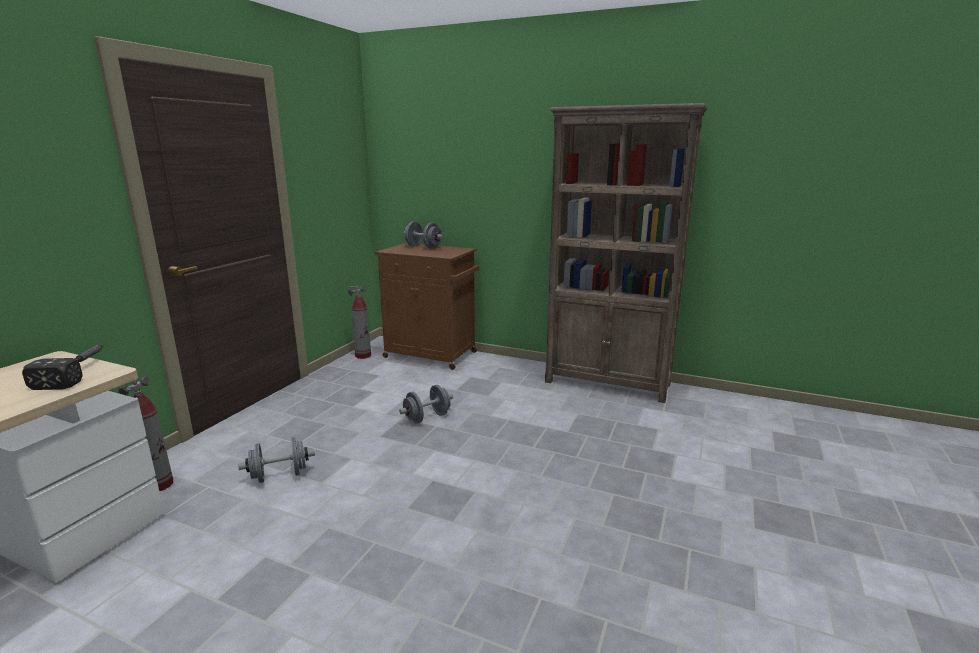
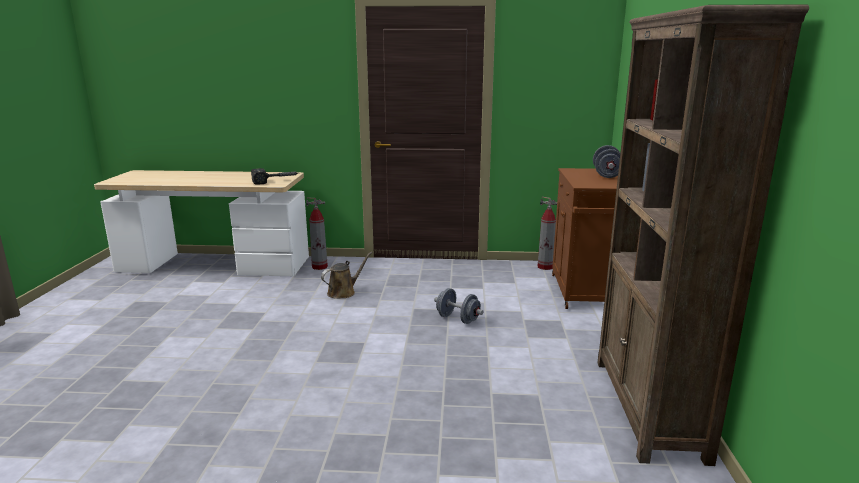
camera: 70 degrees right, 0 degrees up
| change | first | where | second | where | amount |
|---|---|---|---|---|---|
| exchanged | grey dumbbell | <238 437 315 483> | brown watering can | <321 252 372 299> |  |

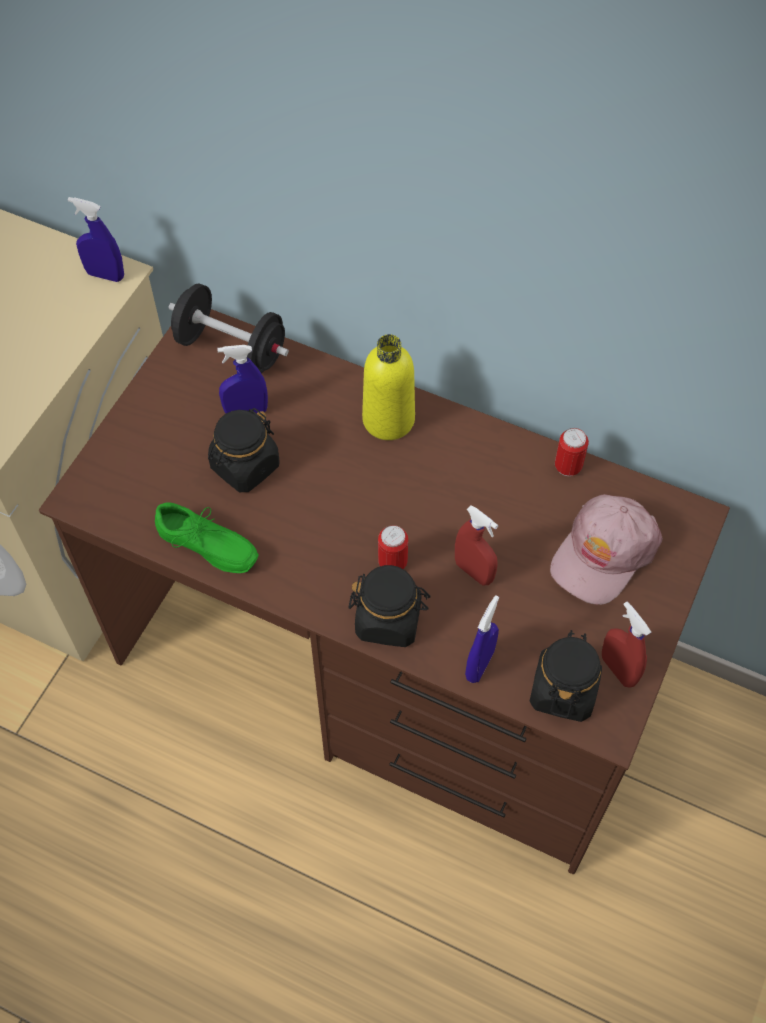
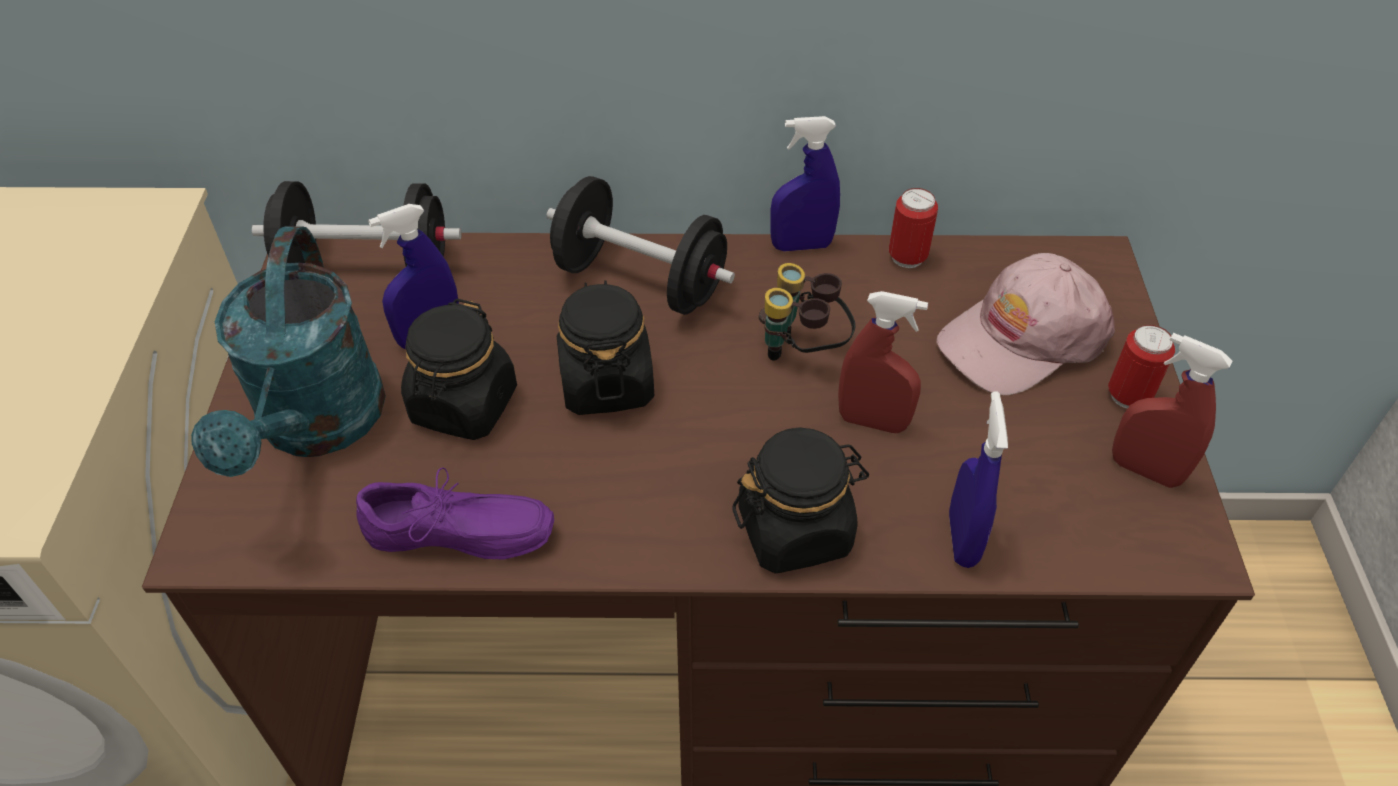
camera: 25 degrees left, 10 degrees down
| change | first | where | second | where | amount |
|---|---|---|---|---|---|
| appeared |  |  | turquoise watering can | <191 226 386 477> |  |
| appeared |  |  | binoculars | <759 263 855 361> |  |
| relocated | blue spray bottle | <68 197 124 282> |  | <770 116 840 252> |  |
| relocated | can | <378 525 408 569> |  | <1108 325 1175 409> |  |
| relocated | black jar | <530 630 602 722> |  | <557 280 654 415> |  |
| exchanged | yellow bottle | <362 334 415 440> | black dumbbell | <547 176 735 315> |  |
| colour | green shoe | <155 502 259 573> | purple shoe | <356 467 554 560> |  |
| spun | pink cap | <550 494 663 605> |  | <936 253 1115 395> | 45 degrees clockwise |

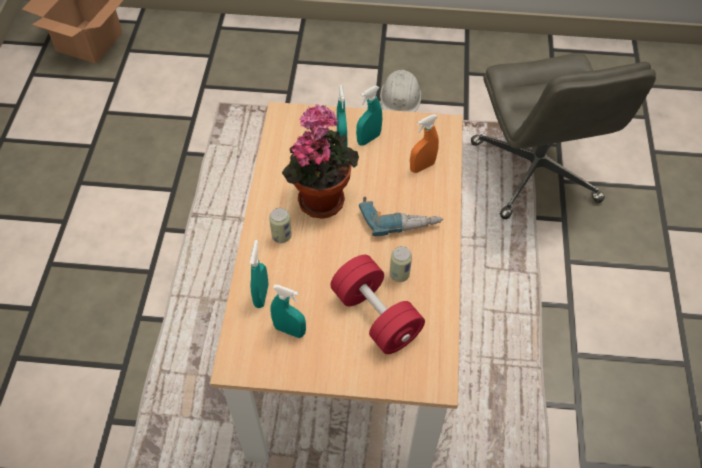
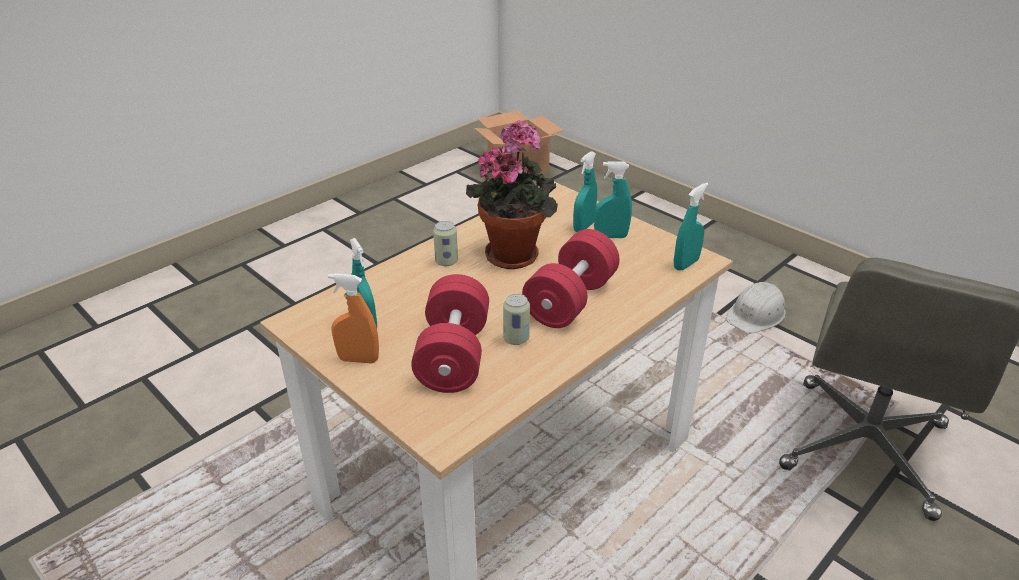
camera: 40 degrees right, 20 degrees down
| change | first | where | second | where | amount |
|---|---|---|---|---|---|
| relocated | turquoise spray bottle | <249 240 268 308> |  | <674 182 709 271> |  |
| relocated | orange spray bottle | <410 114 439 173> |  | <328 273 379 364> |  |
| exchanged | power drill | <359 197 443 236> | red dumbbell | <522 229 619 328> |  |

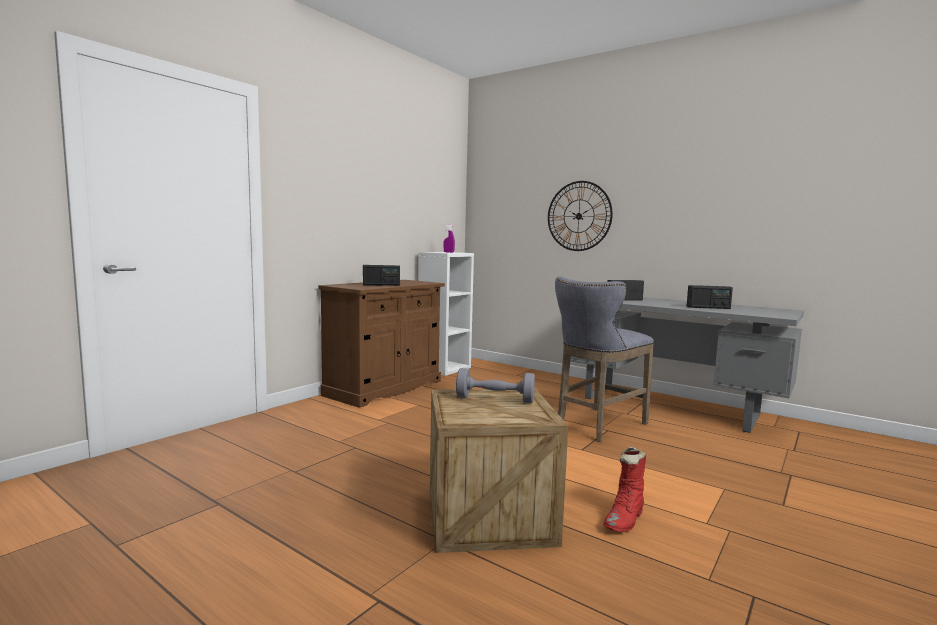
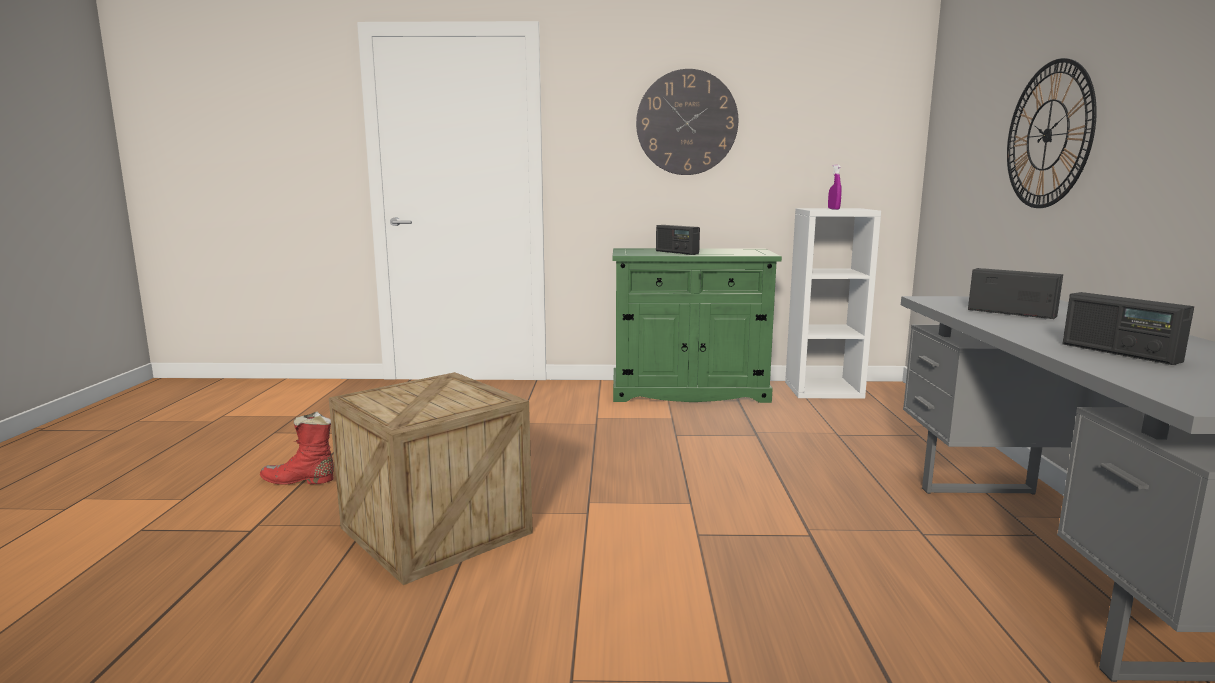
camera: 55 degrees right, 5 degrees up
| change | first | where | second | where | amount |
|---|---|---|---|---|---|
| missing | grey dumbbell | <456 368 535 403> |  |  |  |
| missing | grey stool | <555 277 654 442> |  |  |  |
| appeared |  |  | wall clock | <636 69 738 175> |  |
| relocated | red boot | <603 446 646 532> |  | <260 411 334 484> |  |
| colour | brown cabinet | <318 280 445 408> | green cabinet | <613 248 782 403> |  |

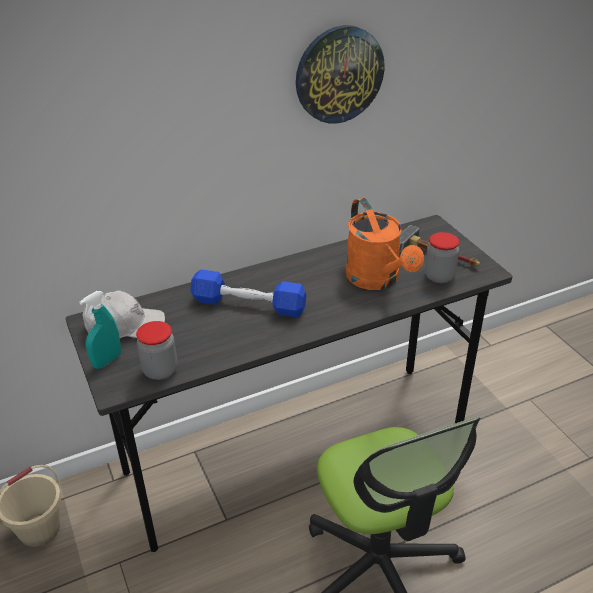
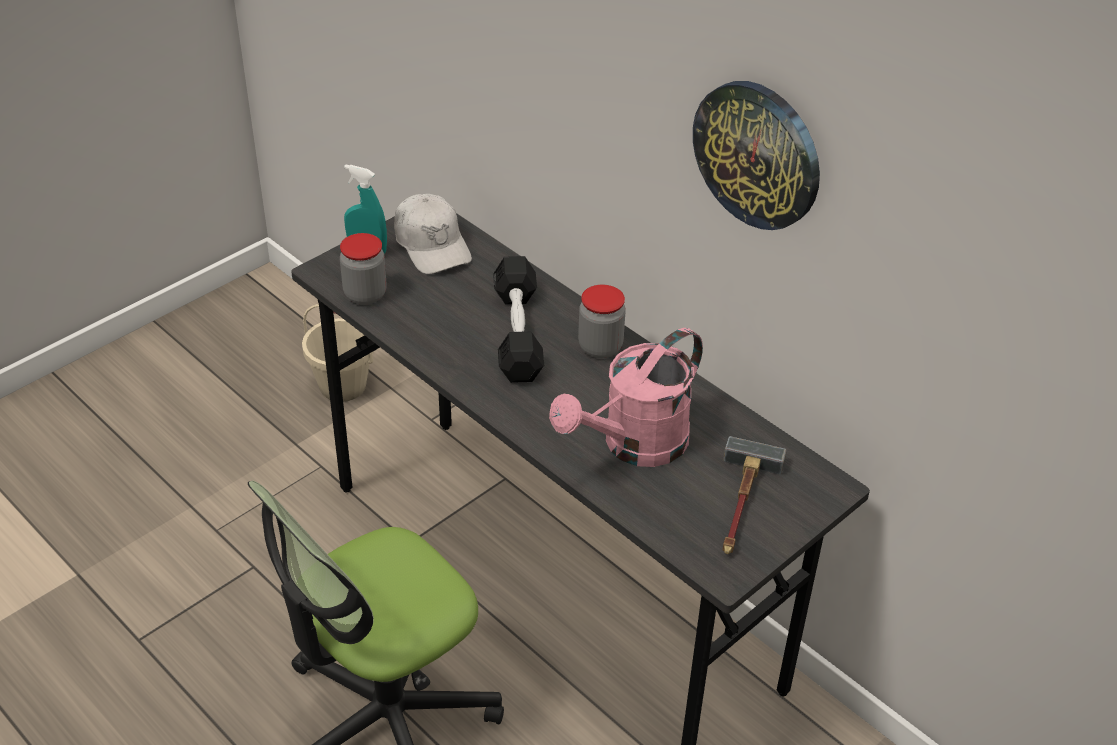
camera: 70 degrees right, 5 degrees up
| change | first | where | second | where | amount |
|---|---|---|---|---|---|
| relocated | jar | <425 232 459 283> |  | <578 284 626 358> |  |
| colour | blue dumbbell | <190 269 306 318> | black dumbbell | <493 256 544 383> |  |
| colour | orange watering can | <346 198 424 290> | pink watering can | <549 328 703 467> |  |

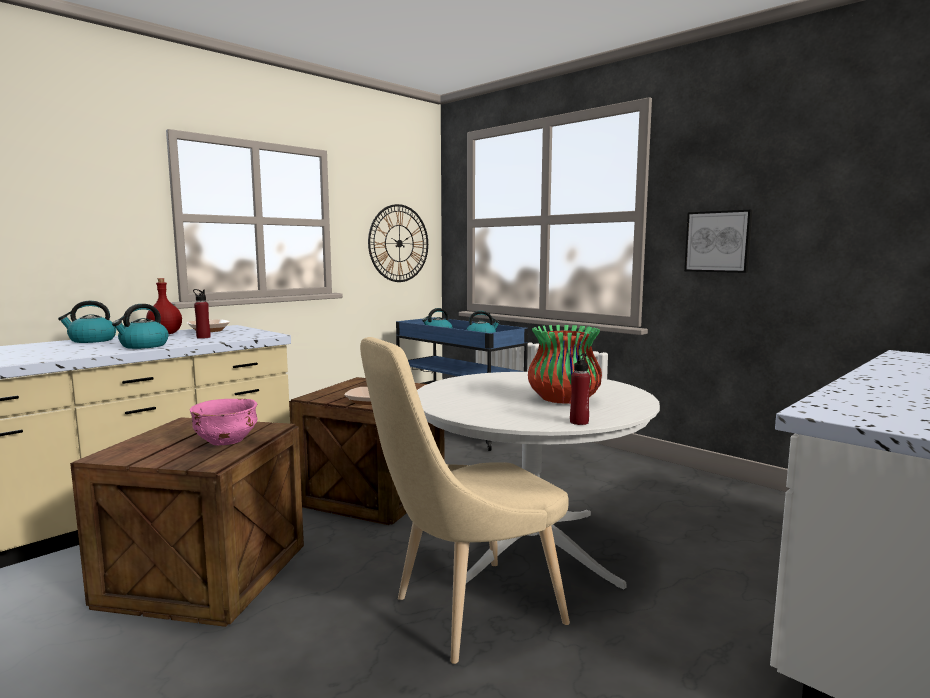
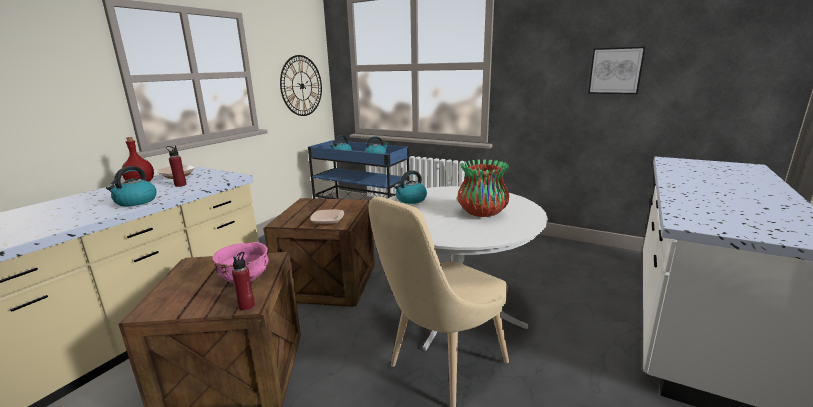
camera: 15 degrees left, 10 degrees up
| change | first | where | second | where | amount |
|---|---|---|---|---|---|
| relocated | kettle | <58 301 116 343> |  | <394 170 427 204> |  |
| relocated | red bottle | <570 353 590 425> |  | <232 252 255 310> |  |
| relocated | picture | <684 210 752 273> |  | <588 47 645 94> |  |

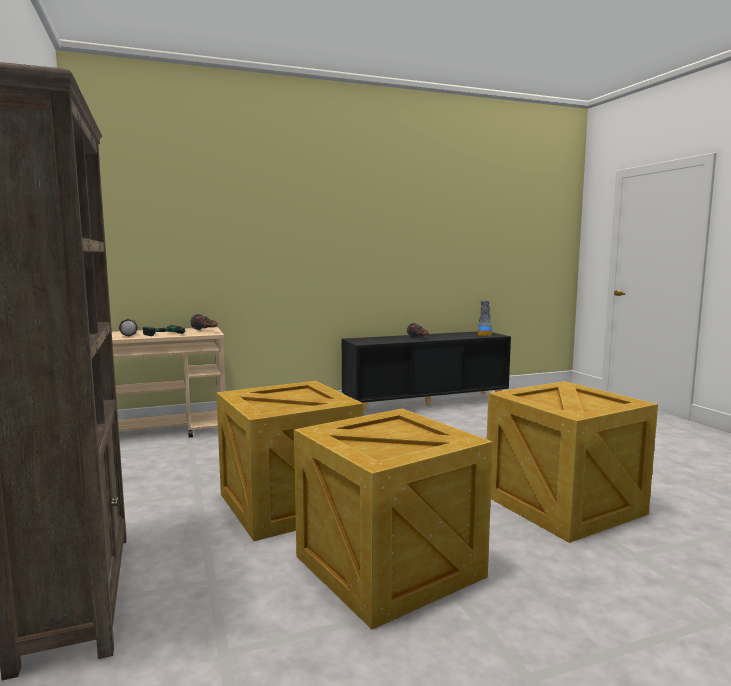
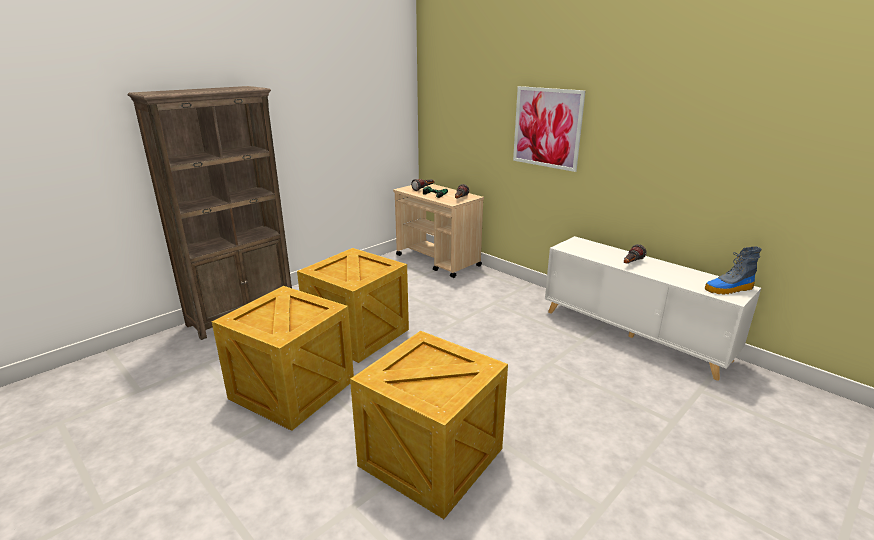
camera: 65 degrees right, 15 degrees up
| change | first | where | second | where | amount |
|---|---|---|---|---|---|
| appeared |  |  | picture | <513 86 586 172> |  |
| colour | black cabinet | <341 331 511 413> | white cabinet | <545 236 761 381> |  |

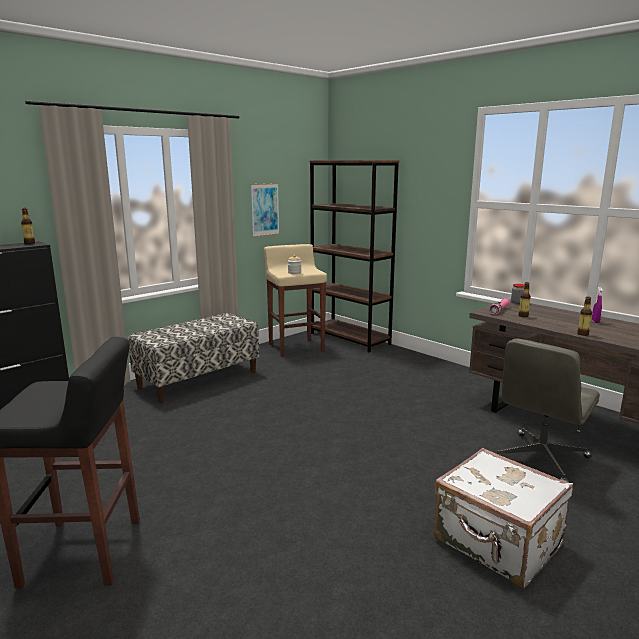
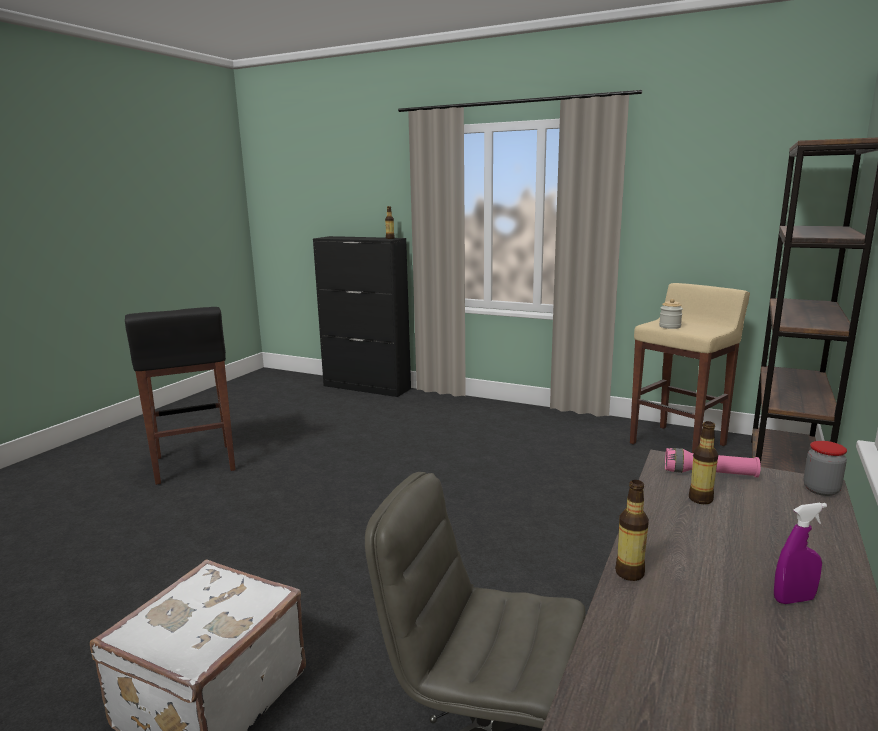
camera: 70 degrees right, 0 degrees up
| change | first | where | second | where | amount |
|---|---|---|---|---|---|
| missing | bench | <128 313 259 403> |  |  |  |
| missing | picture | <251 183 280 237> |  |  |  |

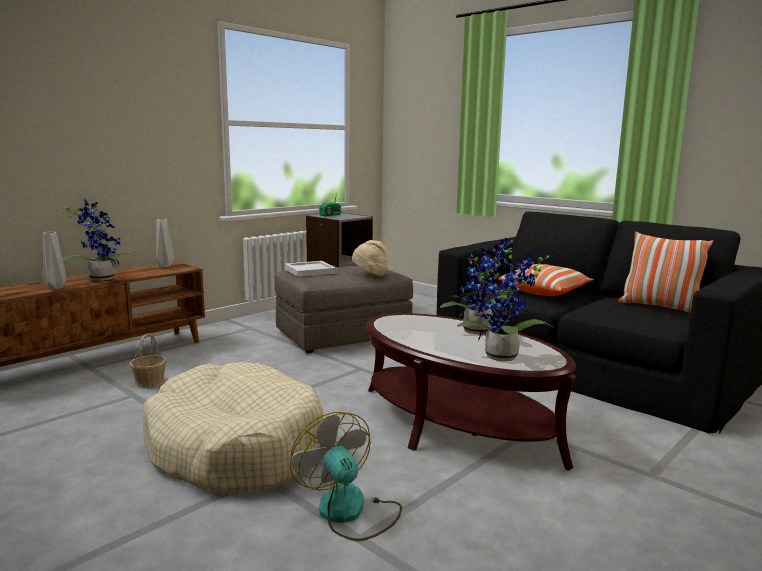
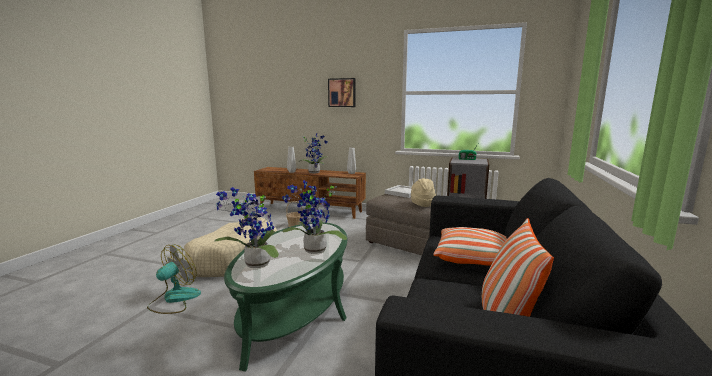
camera: 65 degrees right, 0 degrees up
| change | first | where | second | where | amount |
|---|---|---|---|---|---|
| appeared |  |  | picture | <328 78 355 107> |  |
| colour | brown coffee table | <366 313 576 471> | green coffee table | <224 222 347 371> |  |

